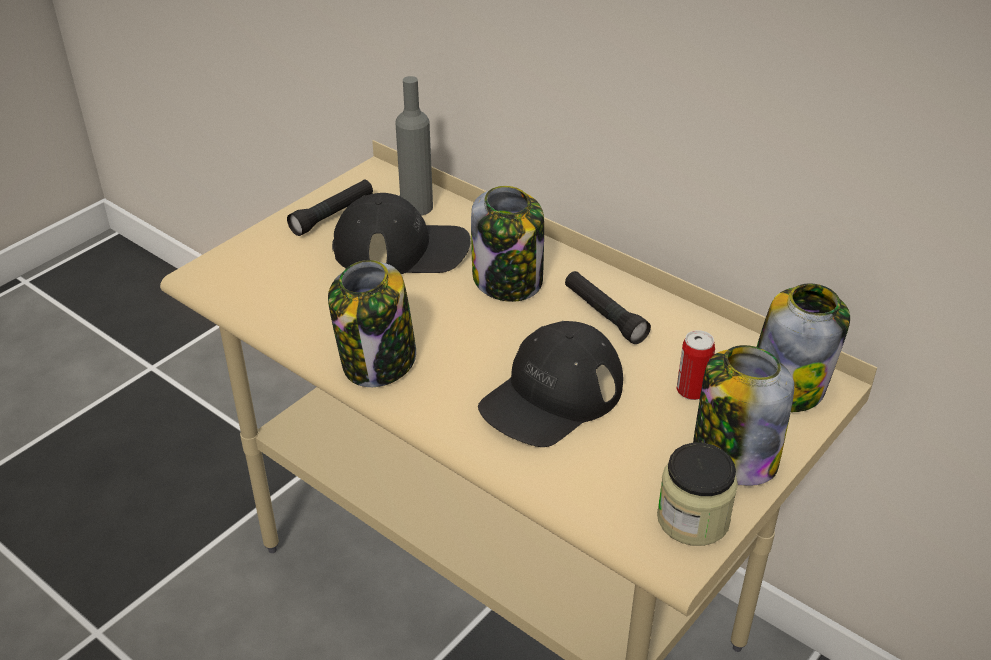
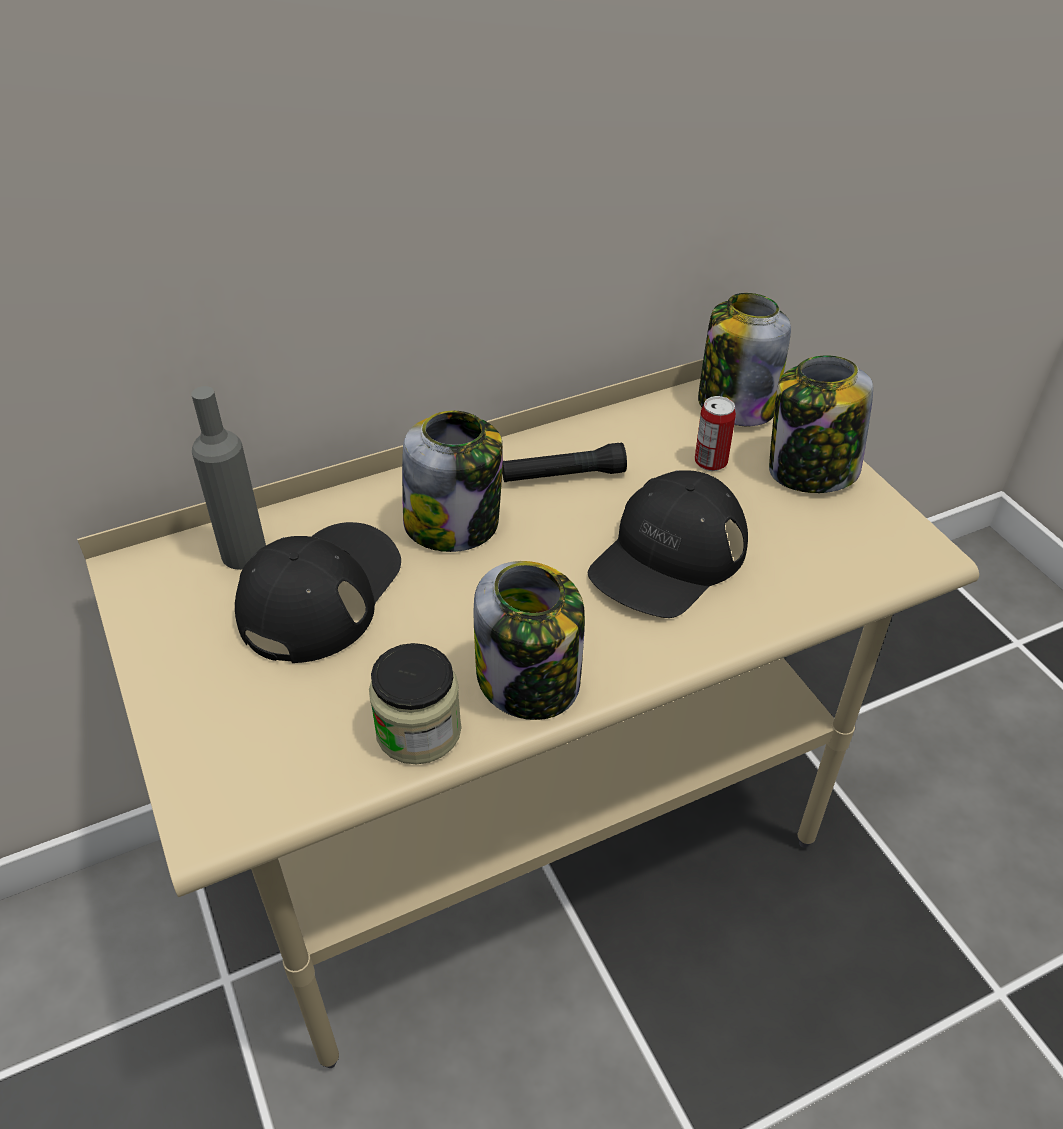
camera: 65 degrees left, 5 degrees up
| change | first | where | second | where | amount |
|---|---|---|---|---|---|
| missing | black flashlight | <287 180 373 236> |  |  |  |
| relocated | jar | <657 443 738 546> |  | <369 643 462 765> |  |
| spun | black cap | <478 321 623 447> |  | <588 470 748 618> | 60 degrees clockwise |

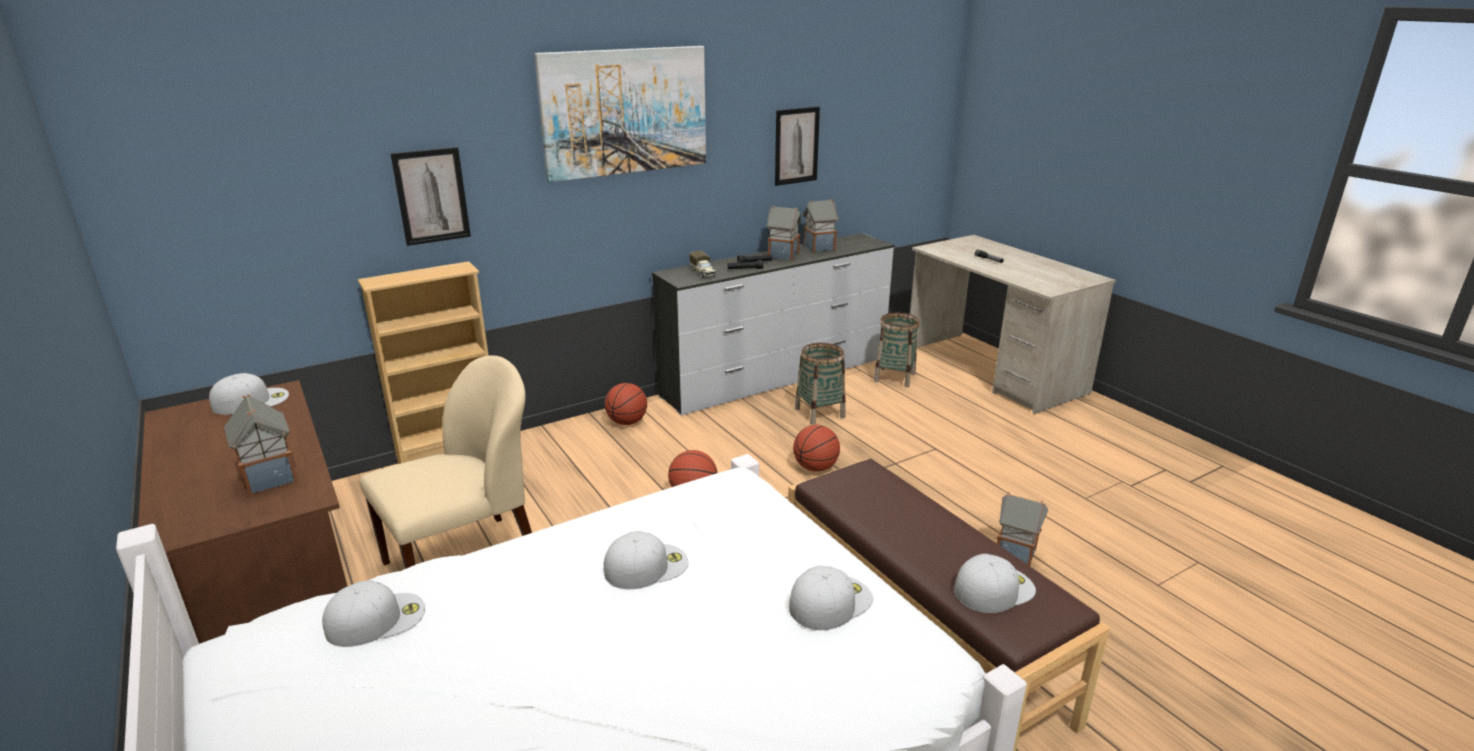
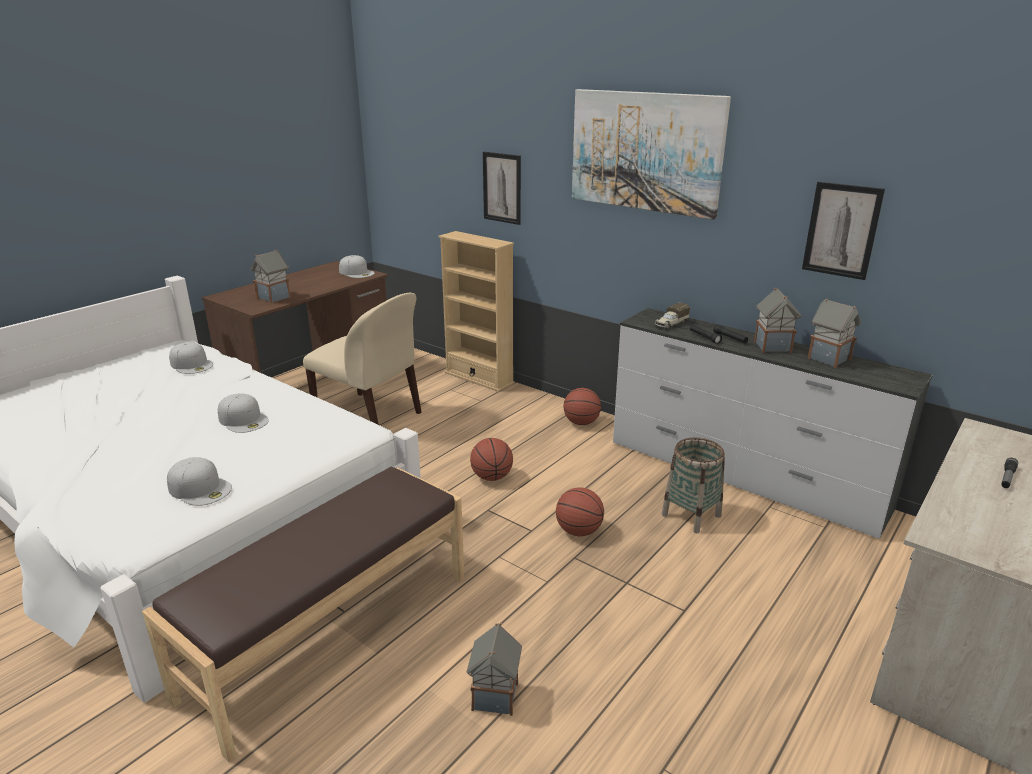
camera: 70 degrees right, 0 degrees up
| change | first | where | second | where | amount |
|---|---|---|---|---|---|
| missing | basket | <874 313 920 387> |  |  |  |
| missing | white cap | <954 554 1036 613> |  |  |  |

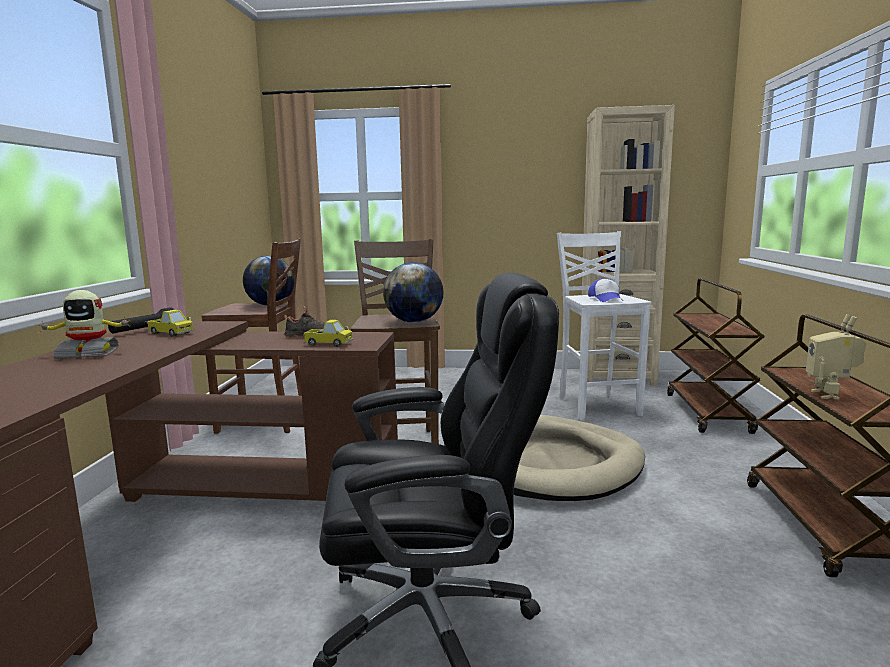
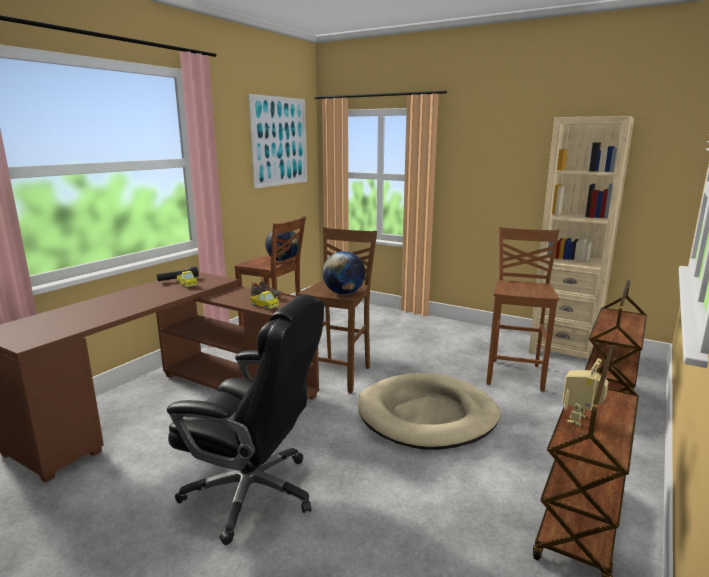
camera: 25 degrees right, 5 degrees up
| change | first | where | second | where | amount |
|---|---|---|---|---|---|
| missing | toy robot | <37 290 130 359> |  |  |  |
| missing | cap | <588 279 623 302> |  |  |  |
| appeared |  |  | picture | <248 94 307 188> |  |
| colour | white stool | <557 231 652 421> | brown stool | <486 227 559 392> |  |

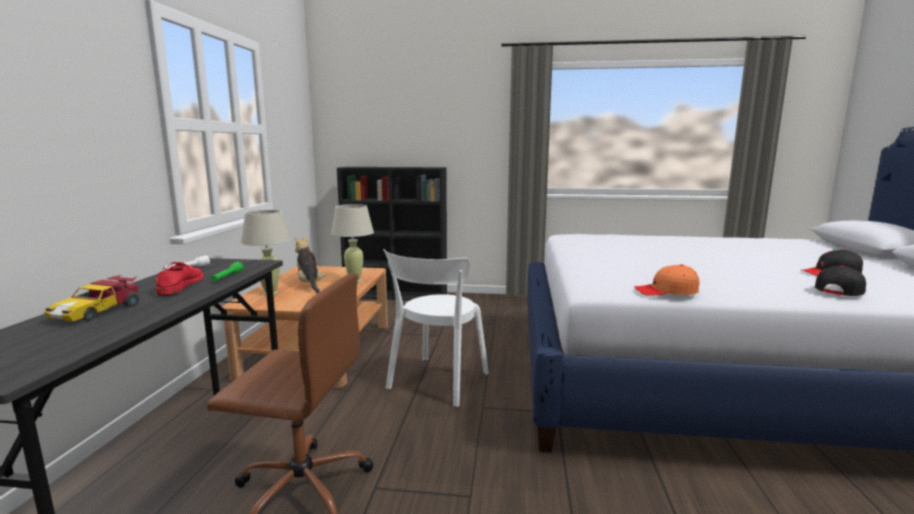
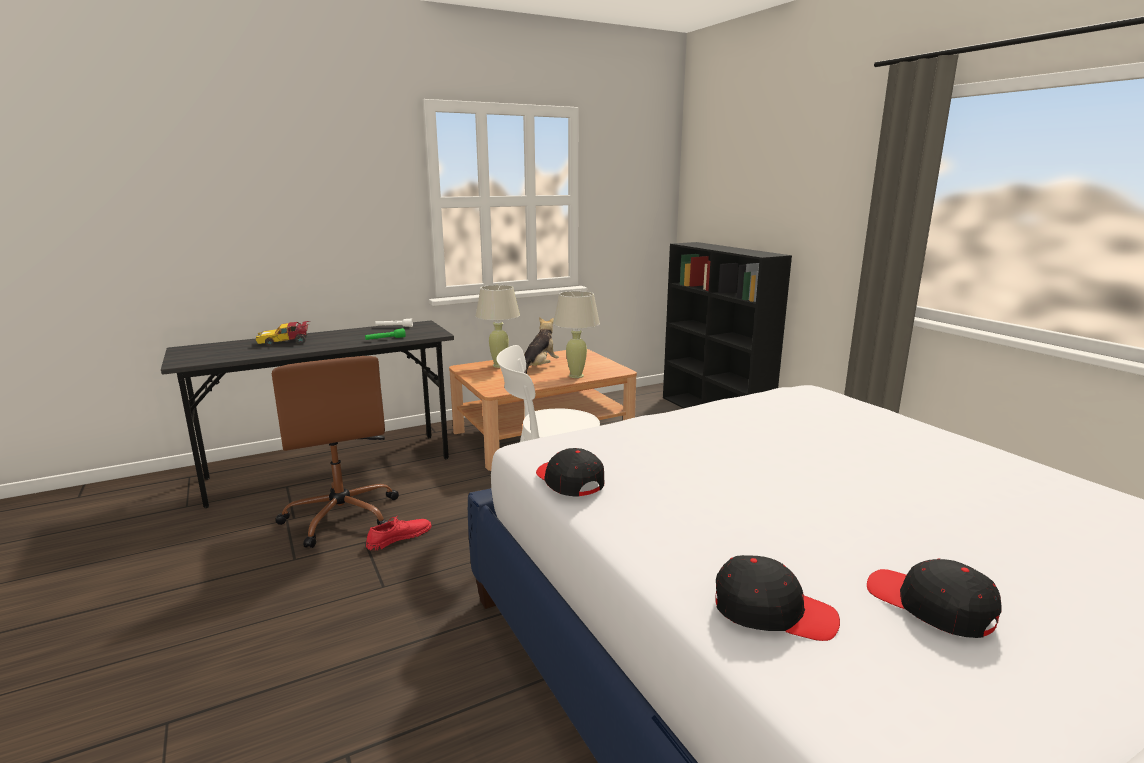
camera: 55 degrees right, 5 degrees up
| change | first | where | second | where | amount |
|---|---|---|---|---|---|
| relocated | red shoe | <156 262 204 296> |  | <366 515 431 551> |  |
| colour | orange cap | <635 264 699 296> | black cap | <536 448 604 496> |  |

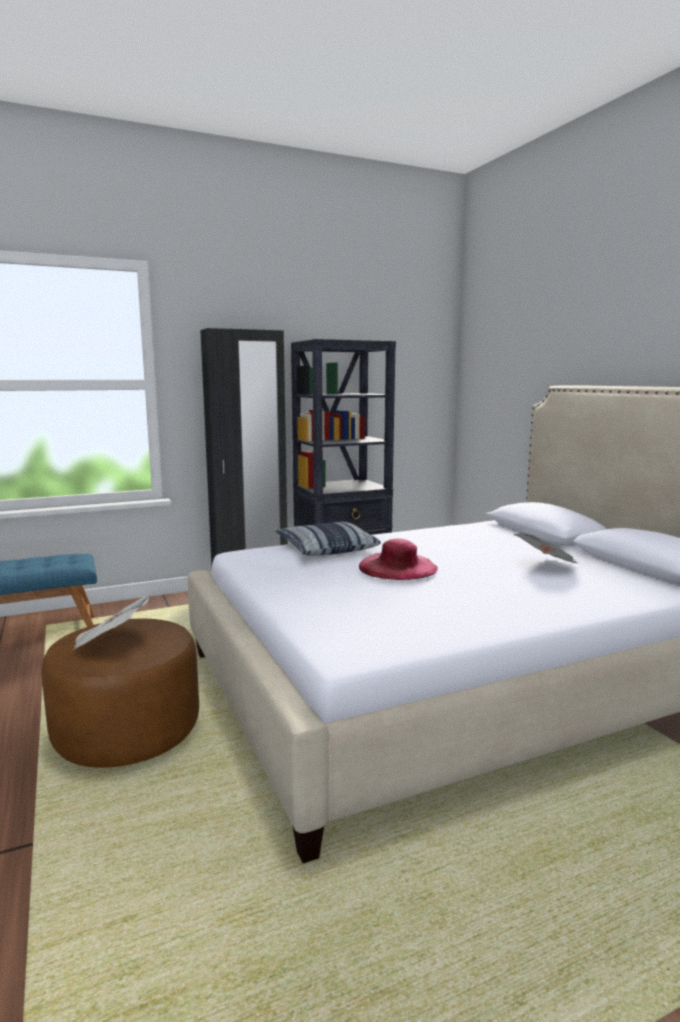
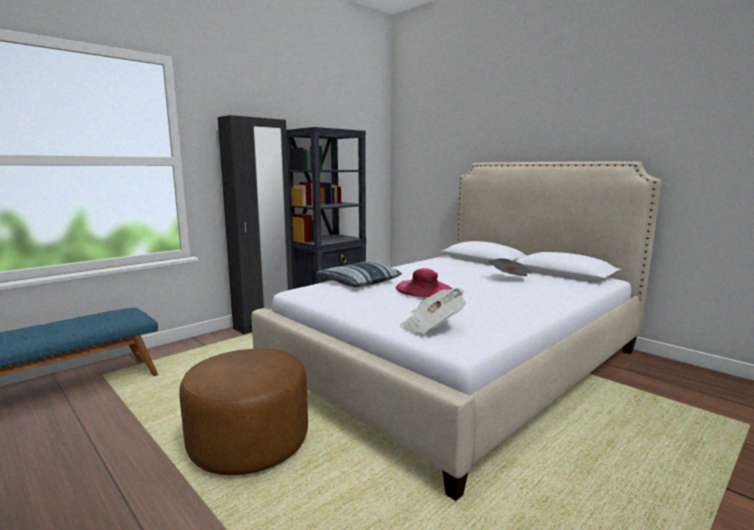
camera: 20 degrees left, 0 degrees up
| change | first | where | second | where | amount |
|---|---|---|---|---|---|
| relocated | newspaper | <73 596 149 650> |  | <400 288 466 333> |  |

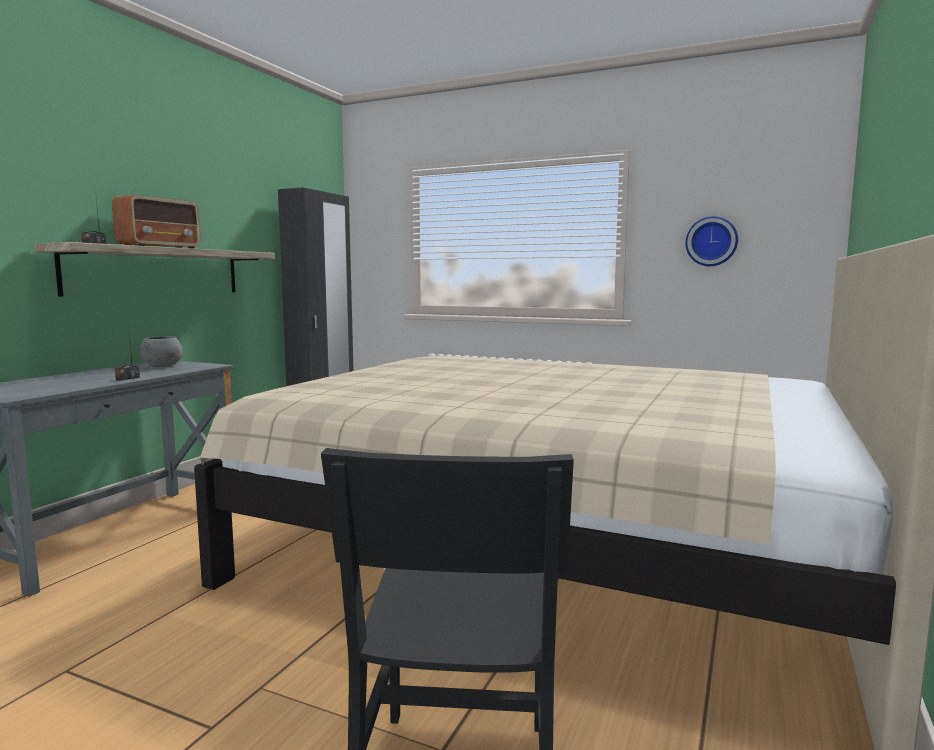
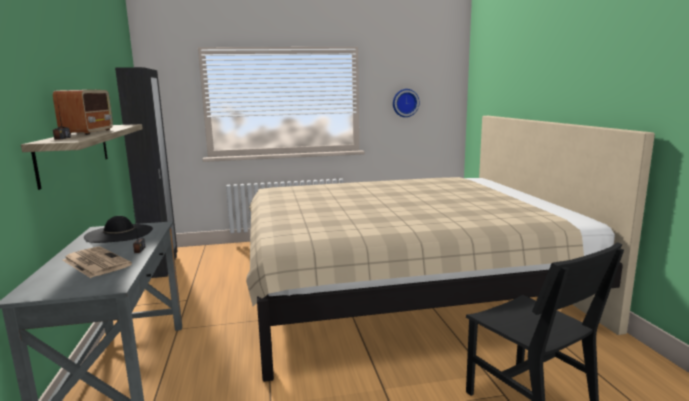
camera: 35 degrees left, 5 degrees up
| change | first | where | second | where | amount |
|---|---|---|---|---|---|
| appeared |  |  | newspaper | <63 247 132 278> |  |
| exchanged | grey bowl | <140 336 183 367> | black hat | <84 216 153 243> |  |

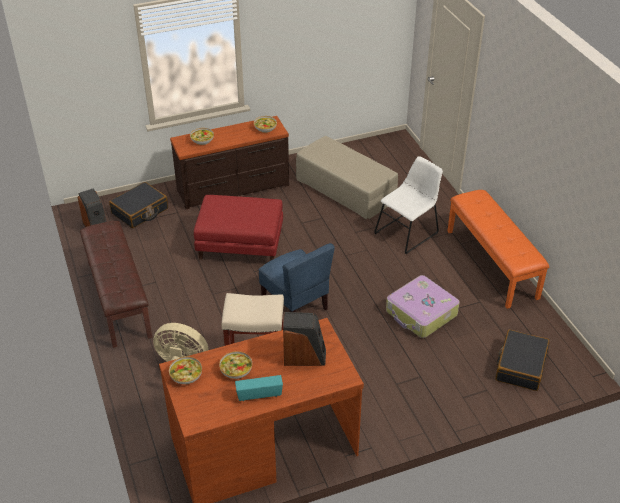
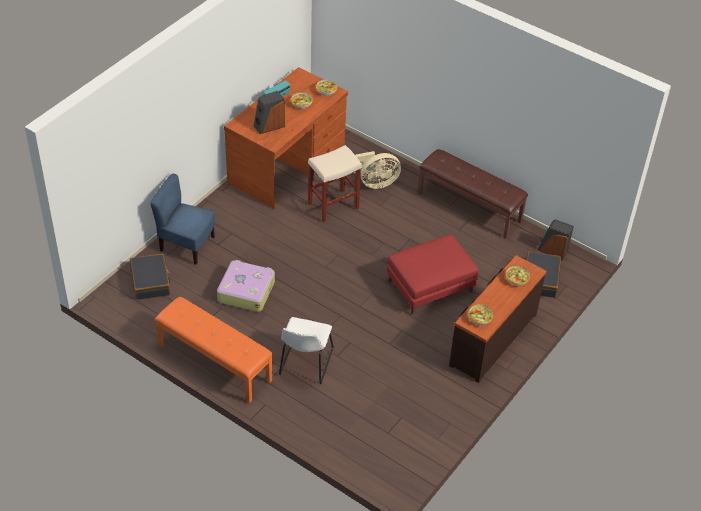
camera: 145 degrees right, 5 degrees up
| change | first | where | second | where | amount |
|---|---|---|---|---|---|
| missing | beige ottoman | <296 136 398 219> |  |  |  |
| relocated | blue chair | <259 243 335 312> |  | <150 174 215 264> |  |

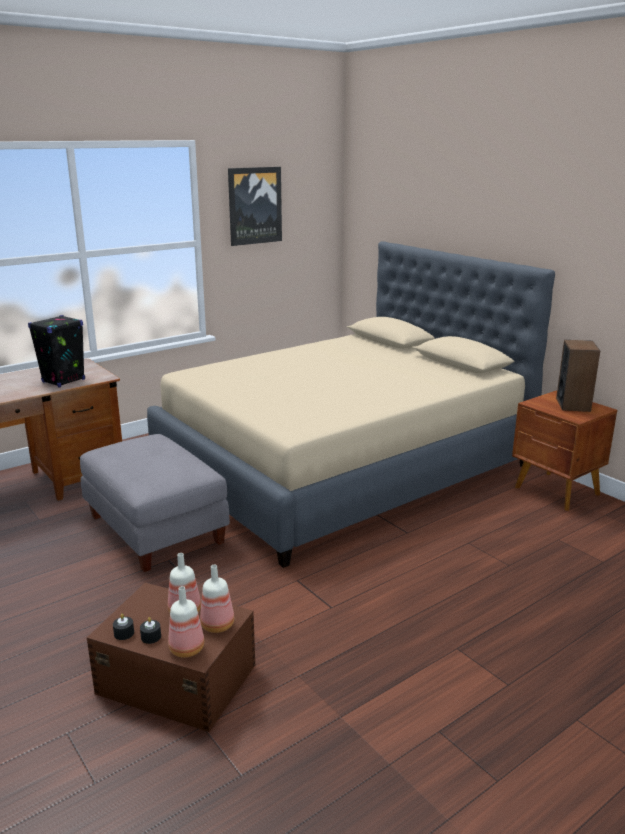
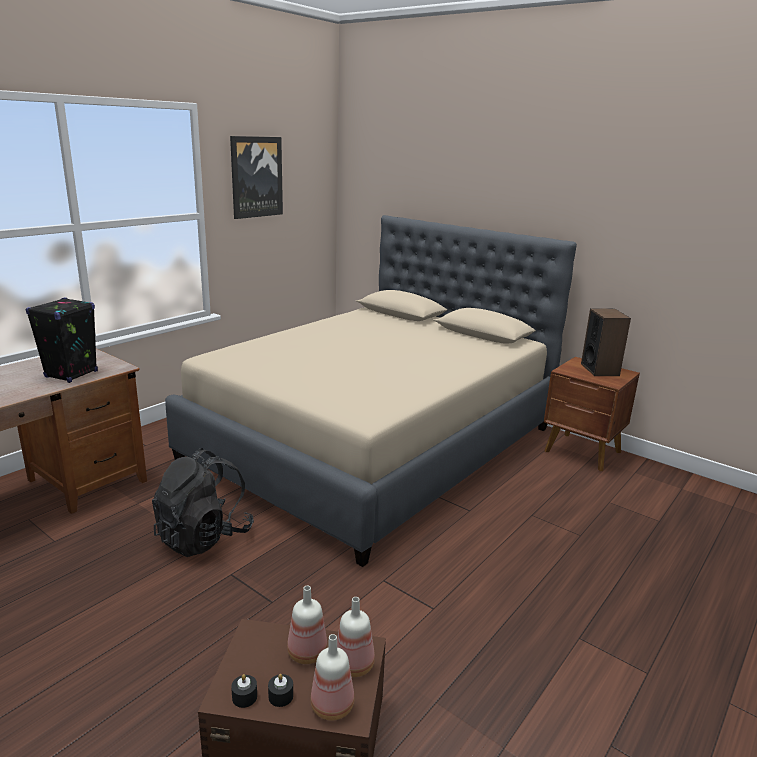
camera: 15 degrees left, 0 degrees up
| change | first | where | second | where | amount |
|---|---|---|---|---|---|
| exchanged | grey ottoman | <80 434 230 572> | black backpack | <152 448 254 557> |  |

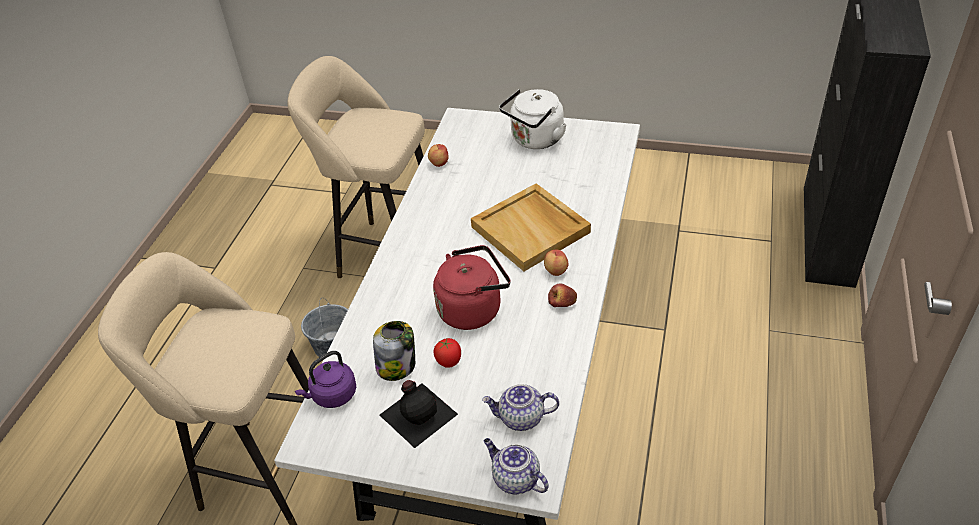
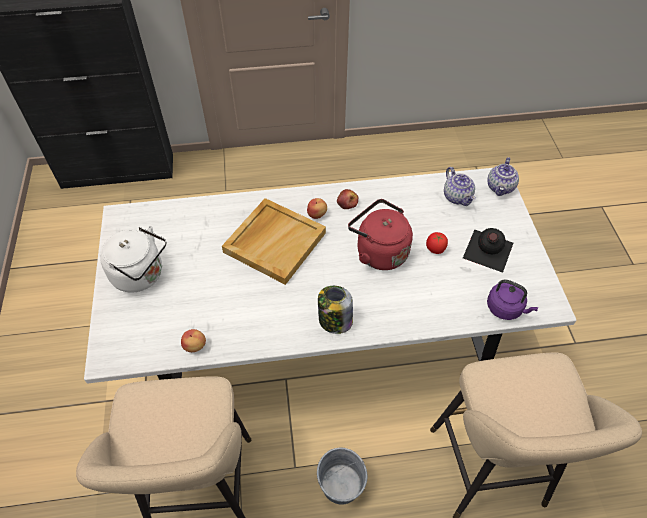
camera: 115 degrees left, 10 degrees up
| change | first | where | second | where | amount |
|---|---|---|---|---|---|
| relocated | jar | <373 321 415 381> |  | <318 286 353 334> |  |

